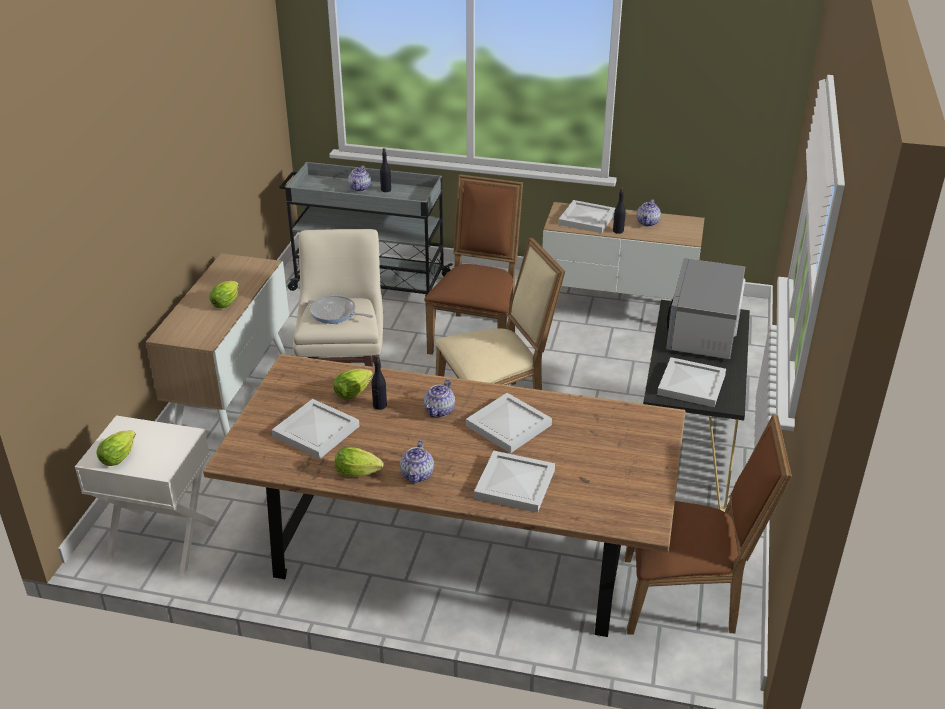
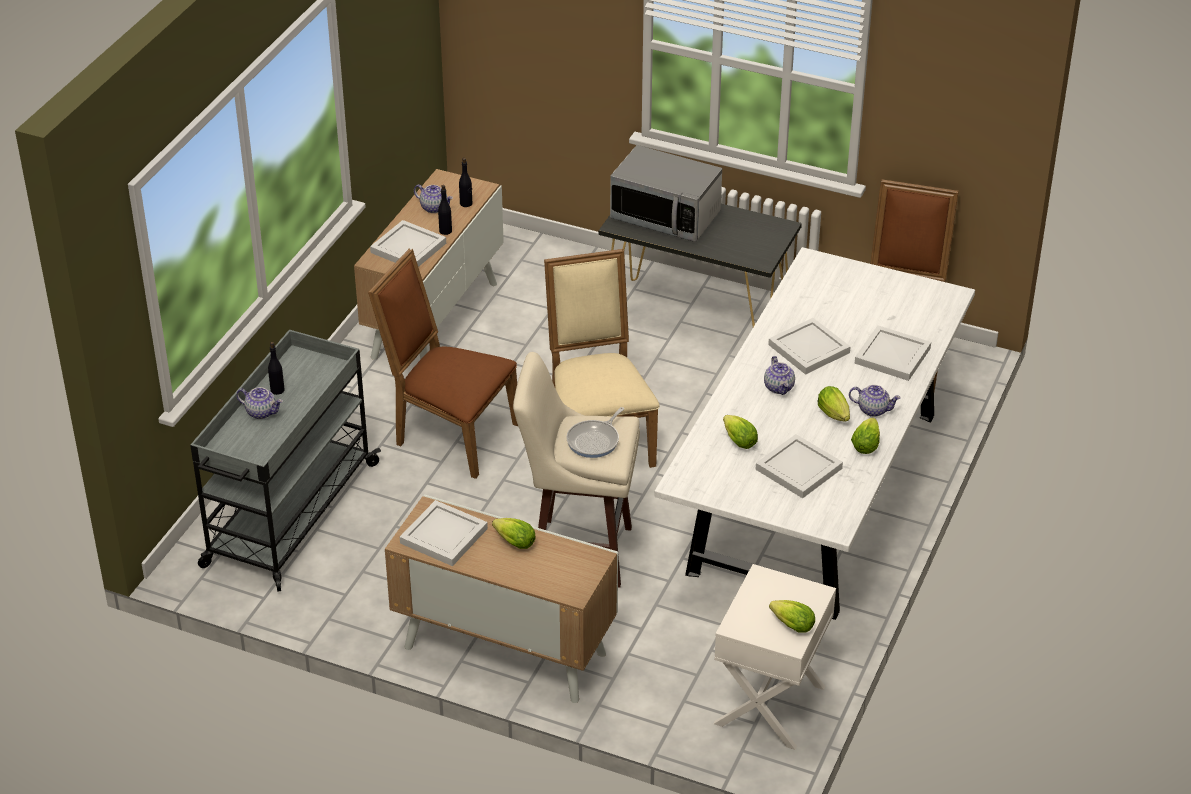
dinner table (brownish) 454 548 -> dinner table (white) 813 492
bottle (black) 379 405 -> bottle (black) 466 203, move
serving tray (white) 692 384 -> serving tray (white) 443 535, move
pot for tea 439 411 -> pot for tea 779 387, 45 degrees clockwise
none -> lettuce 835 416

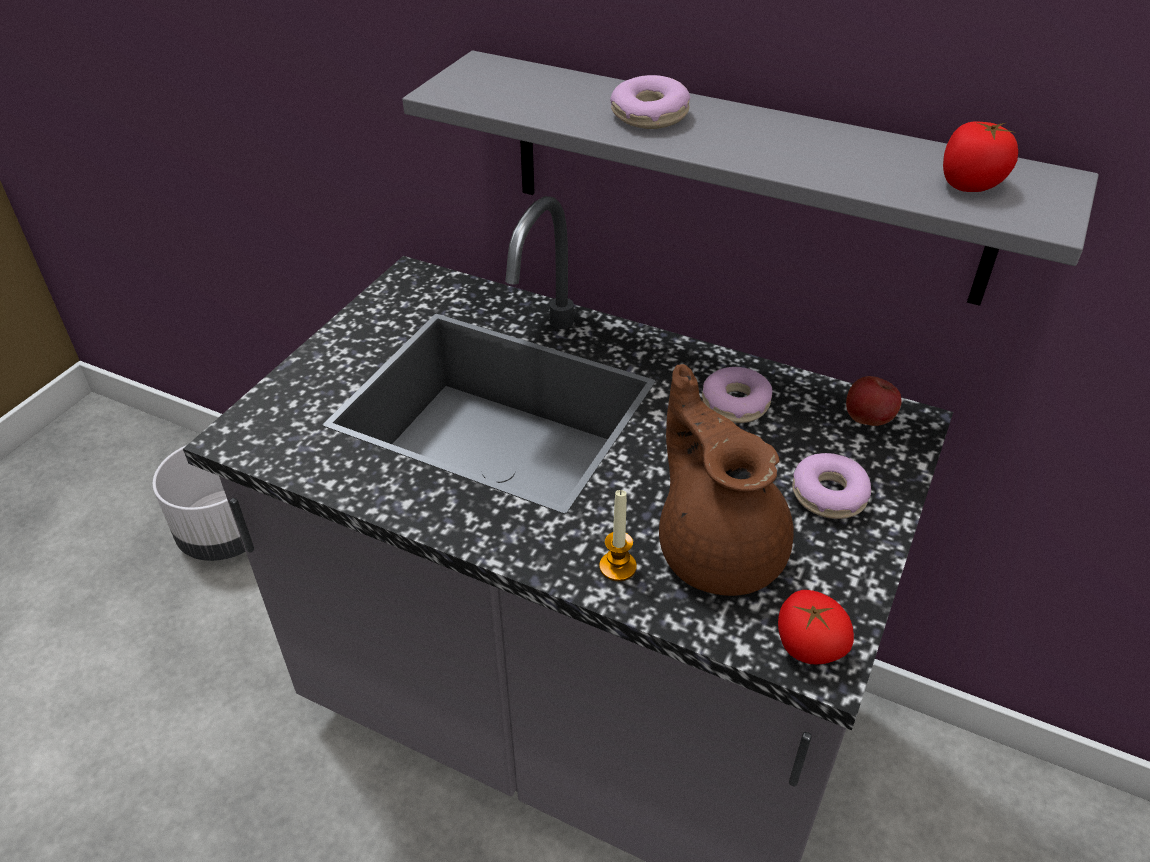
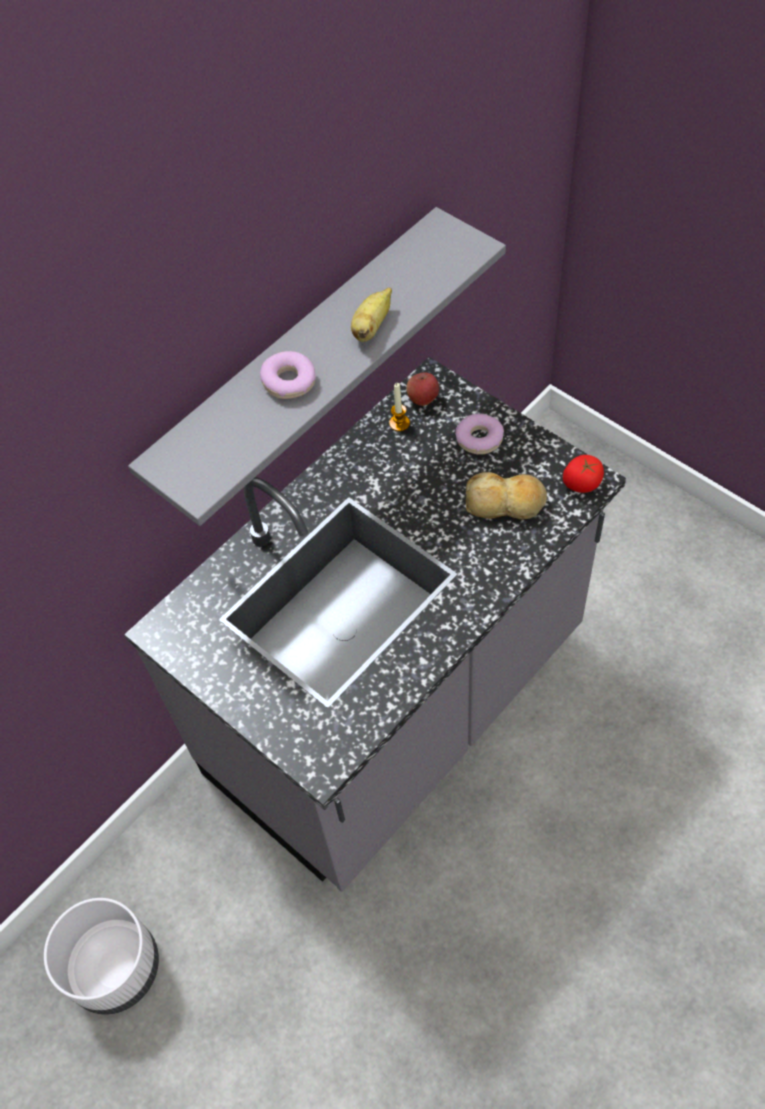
whole tomato 969 184 -> none
pot for tea (brownish) 718 548 -> baked bread 505 503
doughnut 736 403 -> none
candle 617 567 -> candle 399 423, move
none -> banana 372 326

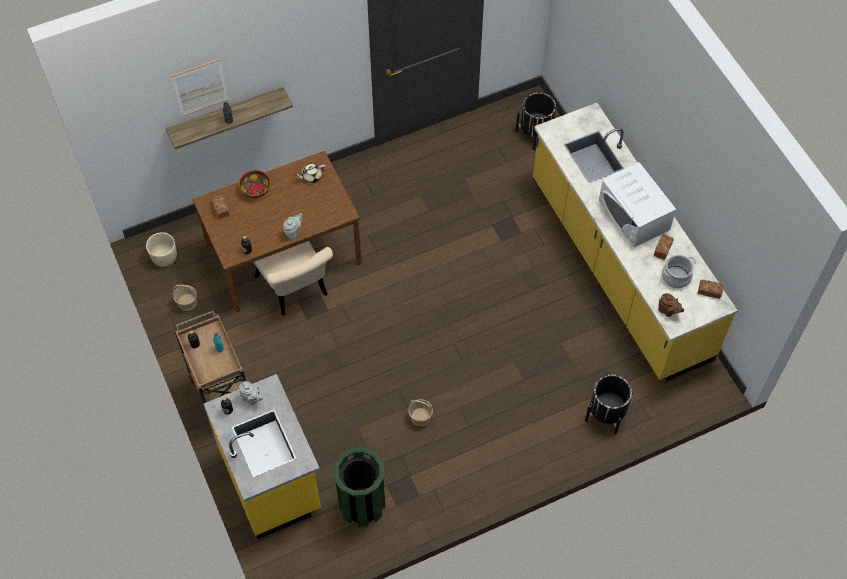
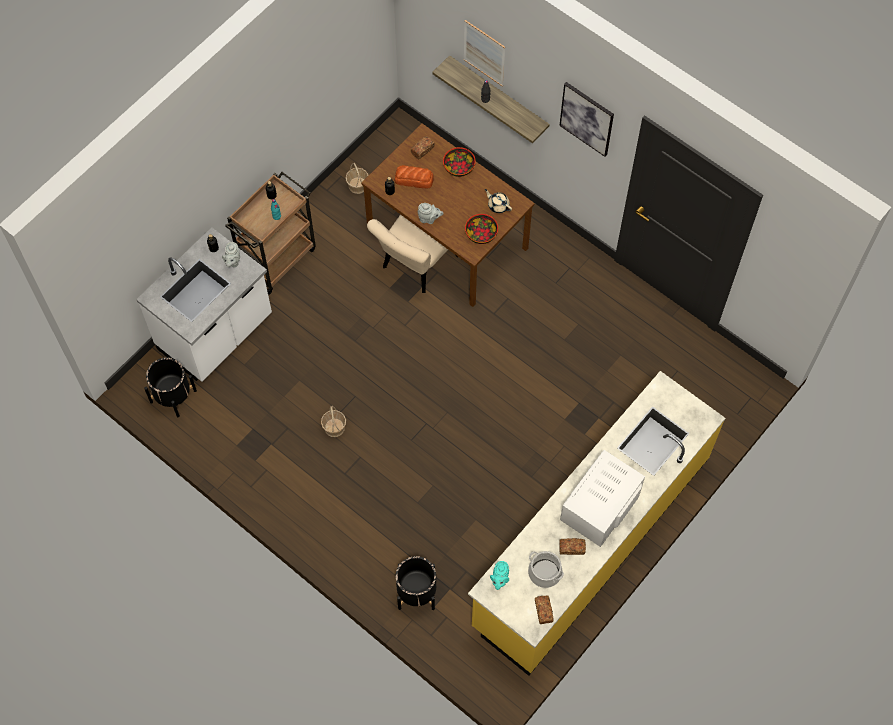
planter (black) 536 133 -> planter (black) 173 396, move
planter (sand-coloured) 164 257 -> none
pot for tea (brownish) 668 311 -> pot for tea (blue-green) 499 579
counter (yellow-coloured) 272 480 -> counter (white) 216 334
trash can (green) 362 504 -> none
none -> wall picture 587 118
none -> baked bread 414 179
none -> deep dish 481 234

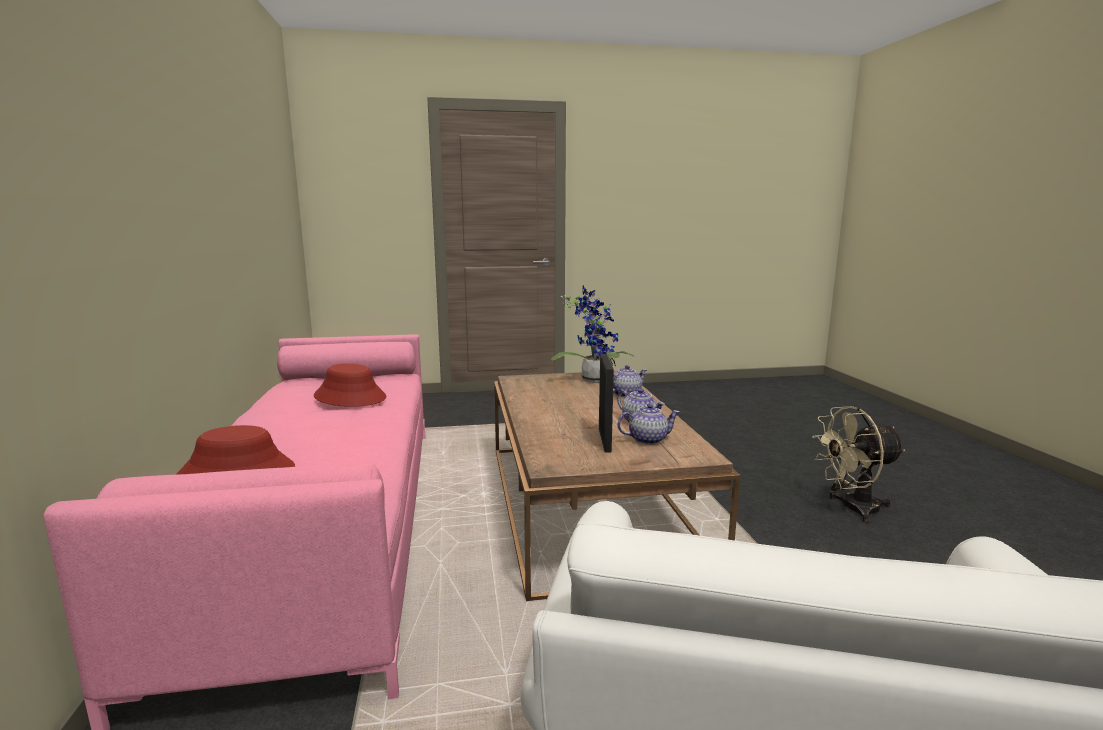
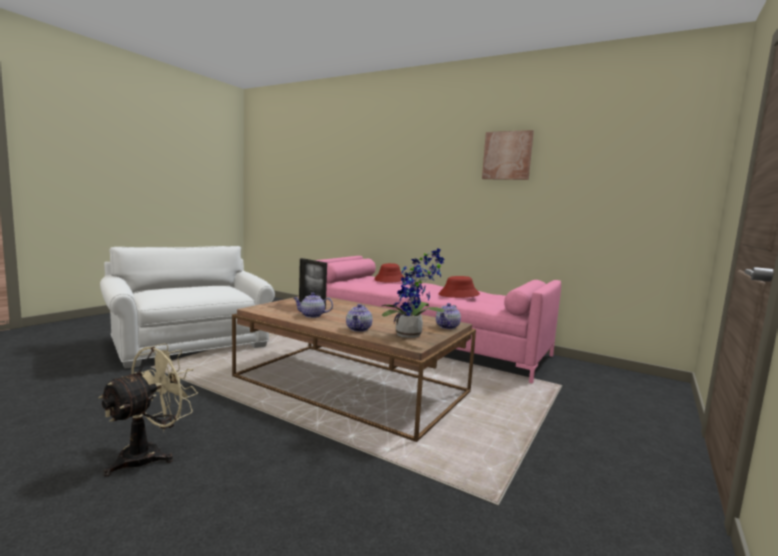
pot for tea 648 439 -> pot for tea 447 327, move
none -> wall picture 507 155

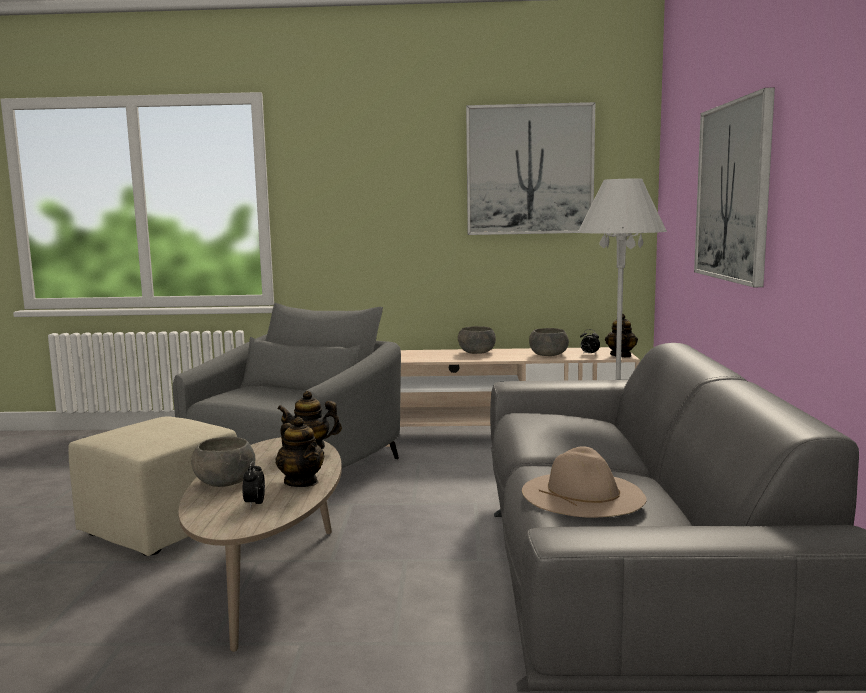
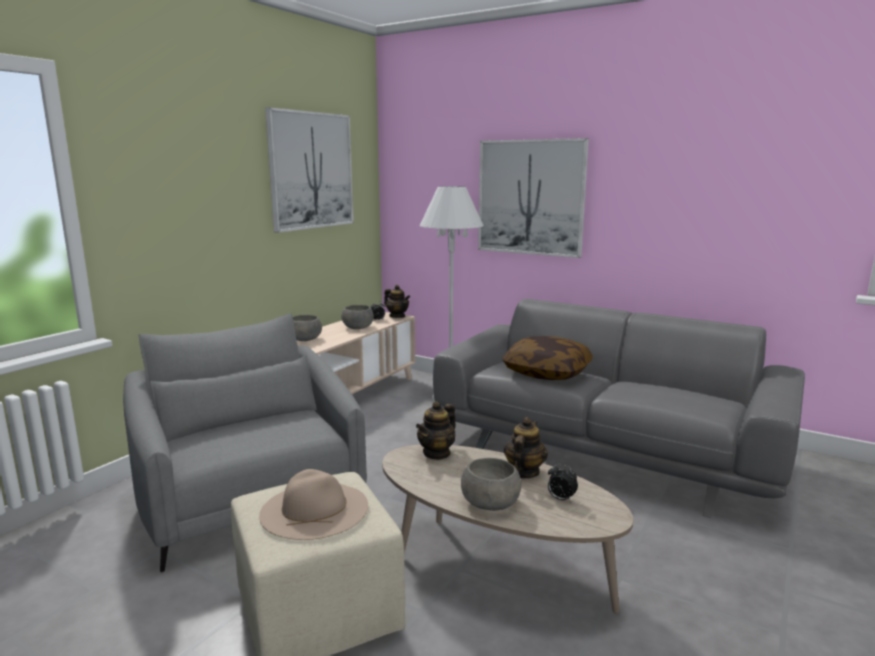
pot for tea 301 482 -> pot for tea 524 472, 60 degrees counterclockwise
clothing hat (sand-coloured) 583 494 -> clothing hat (sand-coloured) 314 509, move
none -> throw pillow 547 372

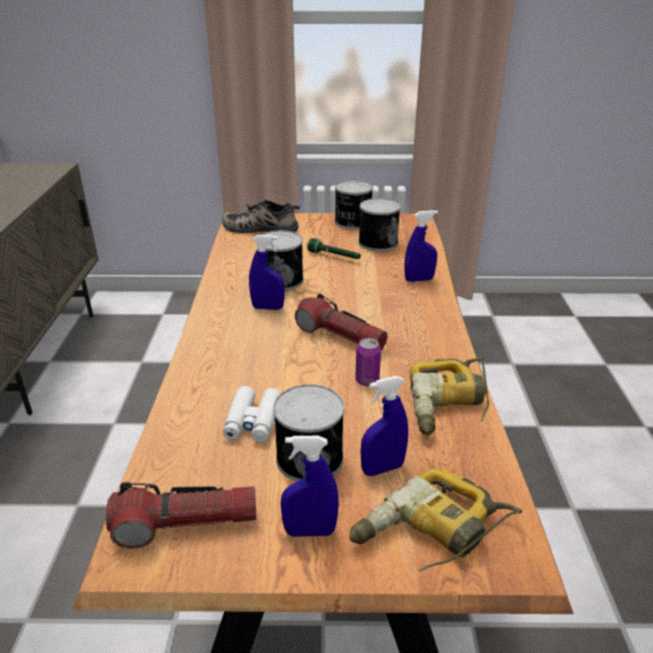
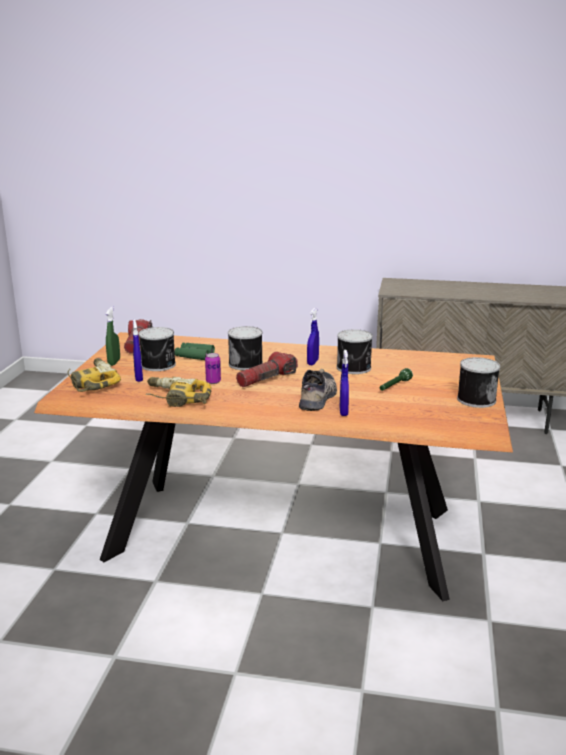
sealed can 377 242 -> sealed can 246 364, move
low shoe 262 228 -> low shoe 319 397, move
pair of binoculars (white) 253 421 -> pair of binoculars (green) 194 355
hand sprayer (bluish) 310 531 -> hand sprayer (green) 114 362

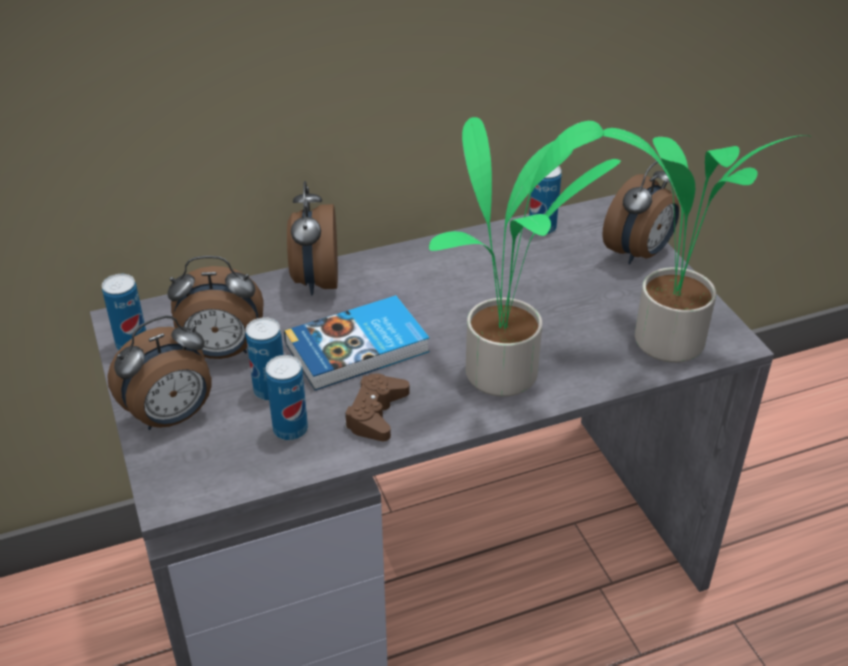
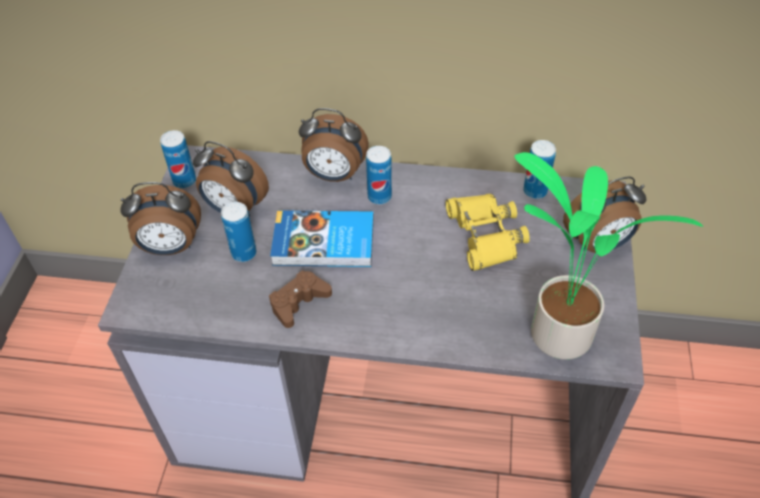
potted plant 506 376 -> none
table clock 315 281 -> table clock 334 175, 105 degrees counterclockwise
sealed can 290 429 -> sealed can 379 197, move
none -> pair of binoculars (yellow-coloured) 485 235

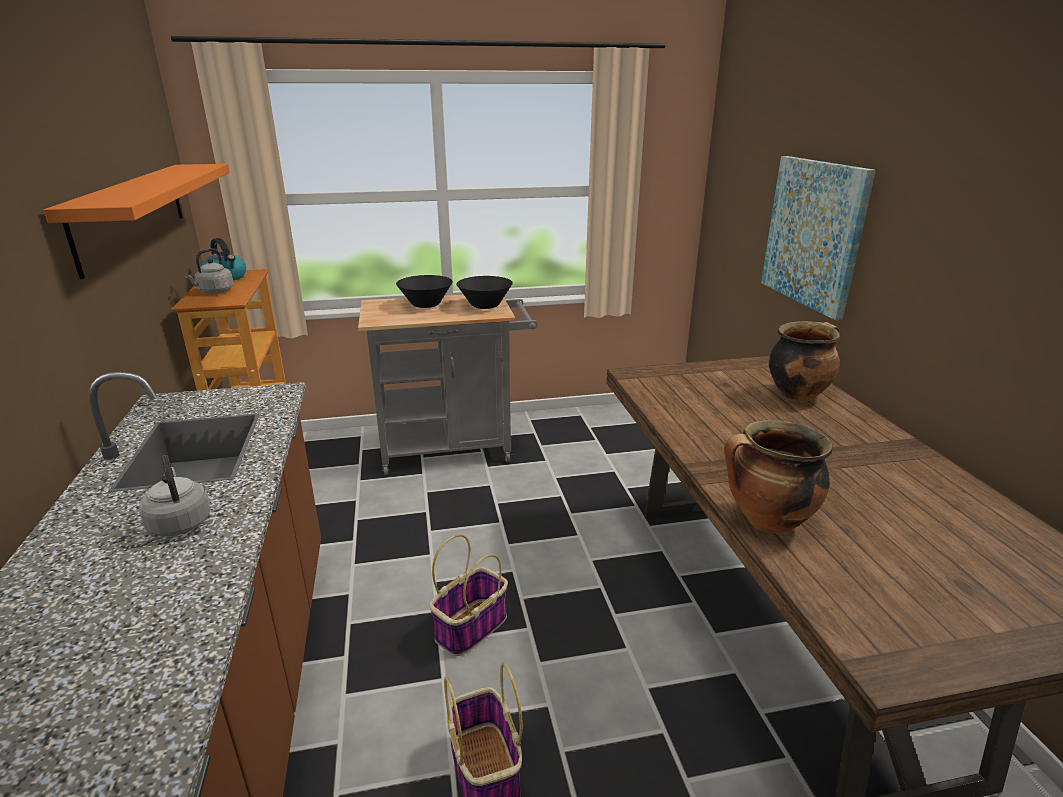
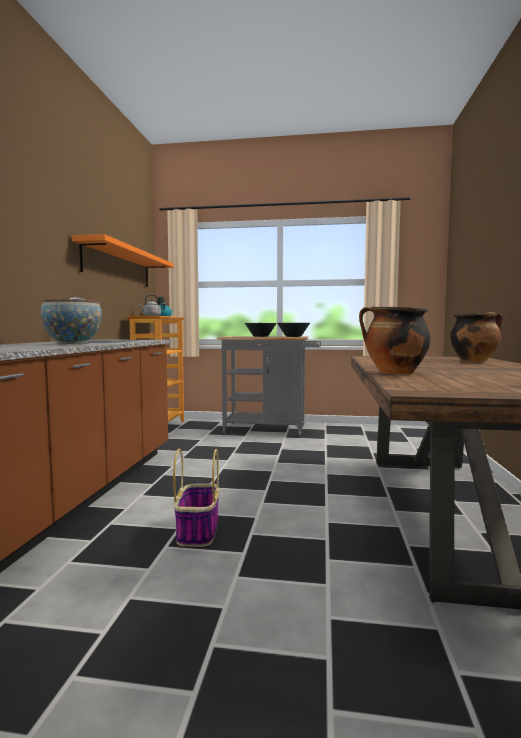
wall picture 814 234 -> none
water kettle (greyish) 180 522 -> deep dish 73 344
basket 471 626 -> none

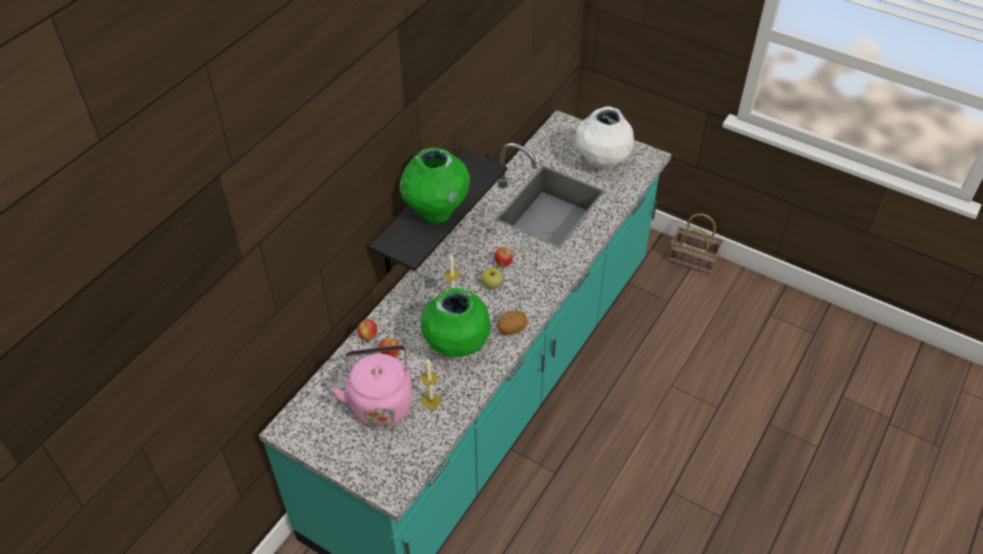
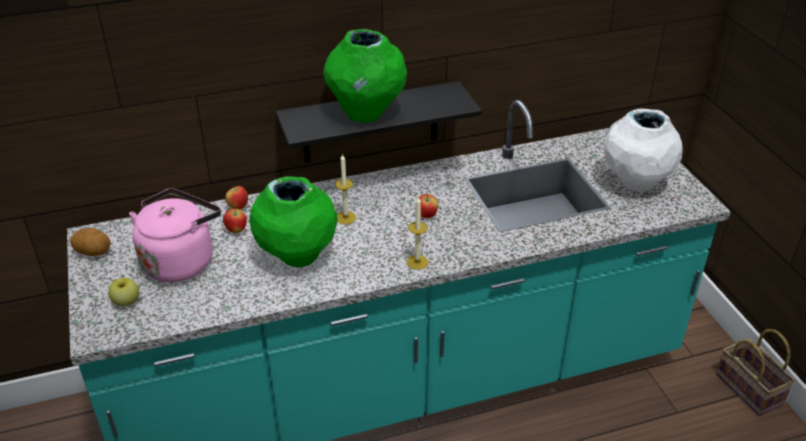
apple 492 285 -> apple 126 302, move
whole potato 511 329 -> whole potato 93 252, move
candle 431 400 -> candle 417 262, move

